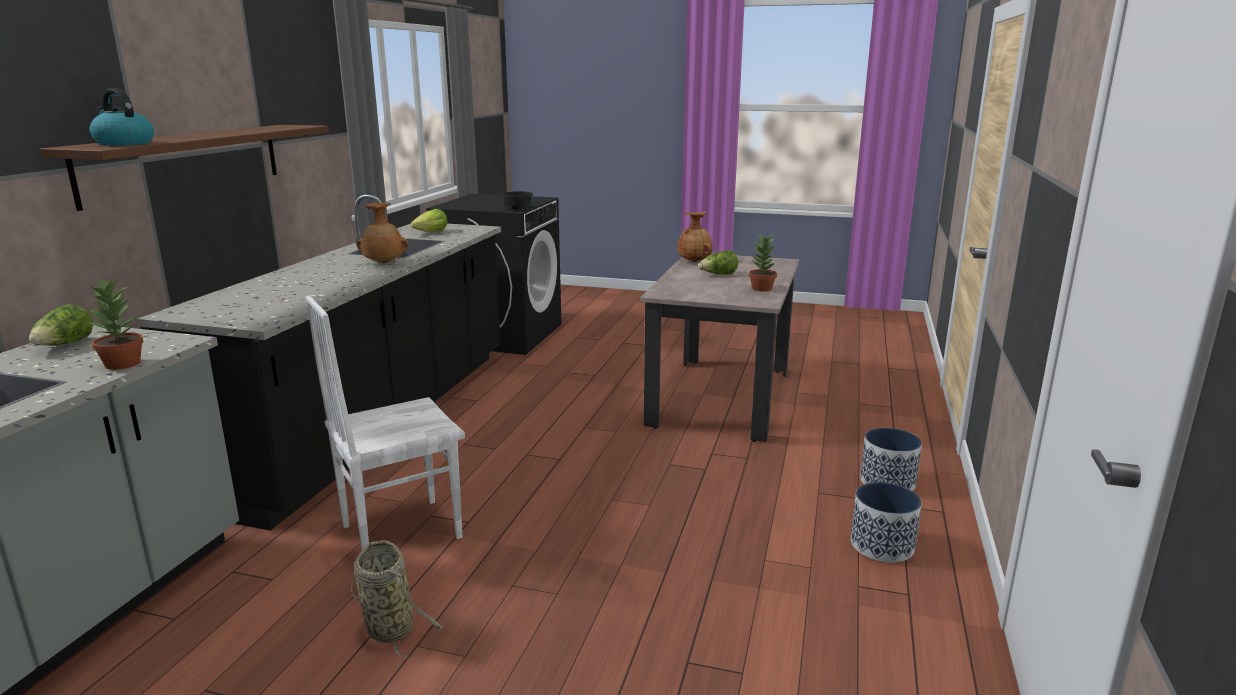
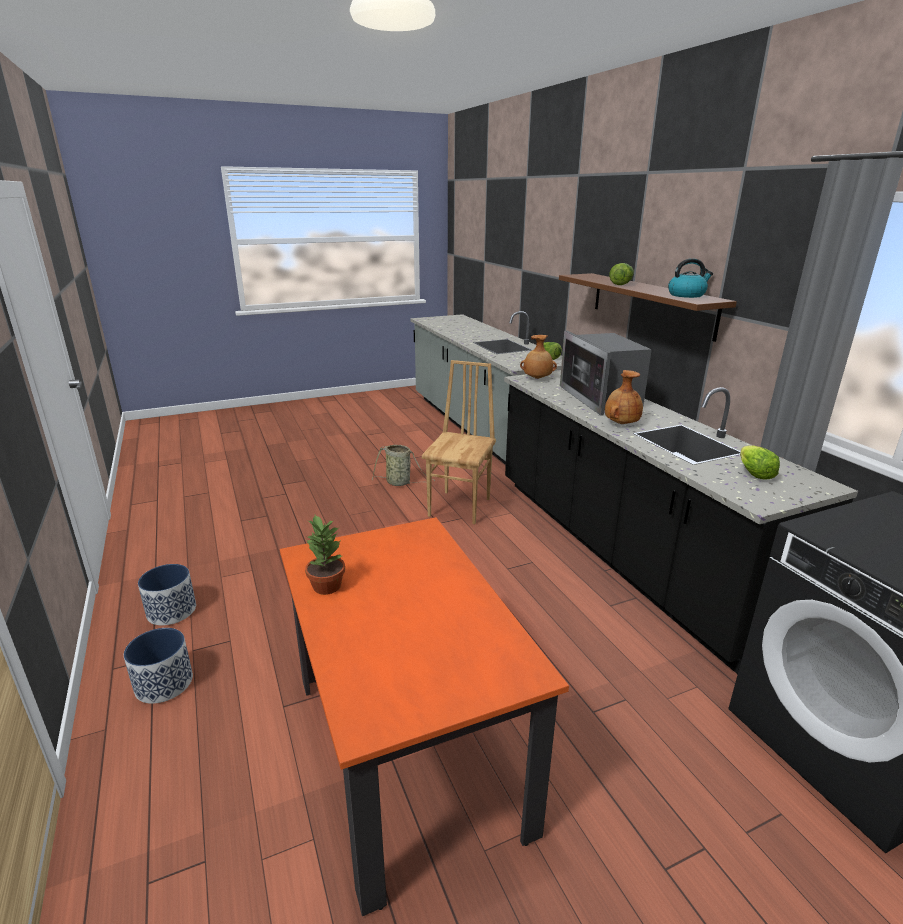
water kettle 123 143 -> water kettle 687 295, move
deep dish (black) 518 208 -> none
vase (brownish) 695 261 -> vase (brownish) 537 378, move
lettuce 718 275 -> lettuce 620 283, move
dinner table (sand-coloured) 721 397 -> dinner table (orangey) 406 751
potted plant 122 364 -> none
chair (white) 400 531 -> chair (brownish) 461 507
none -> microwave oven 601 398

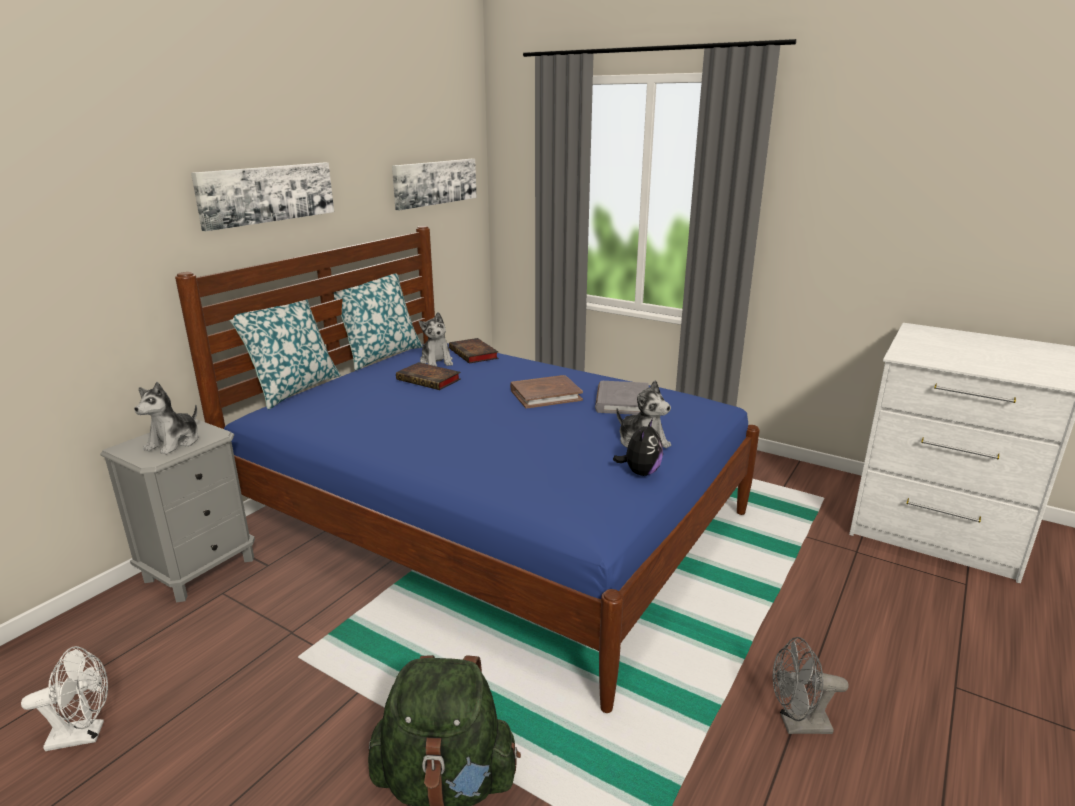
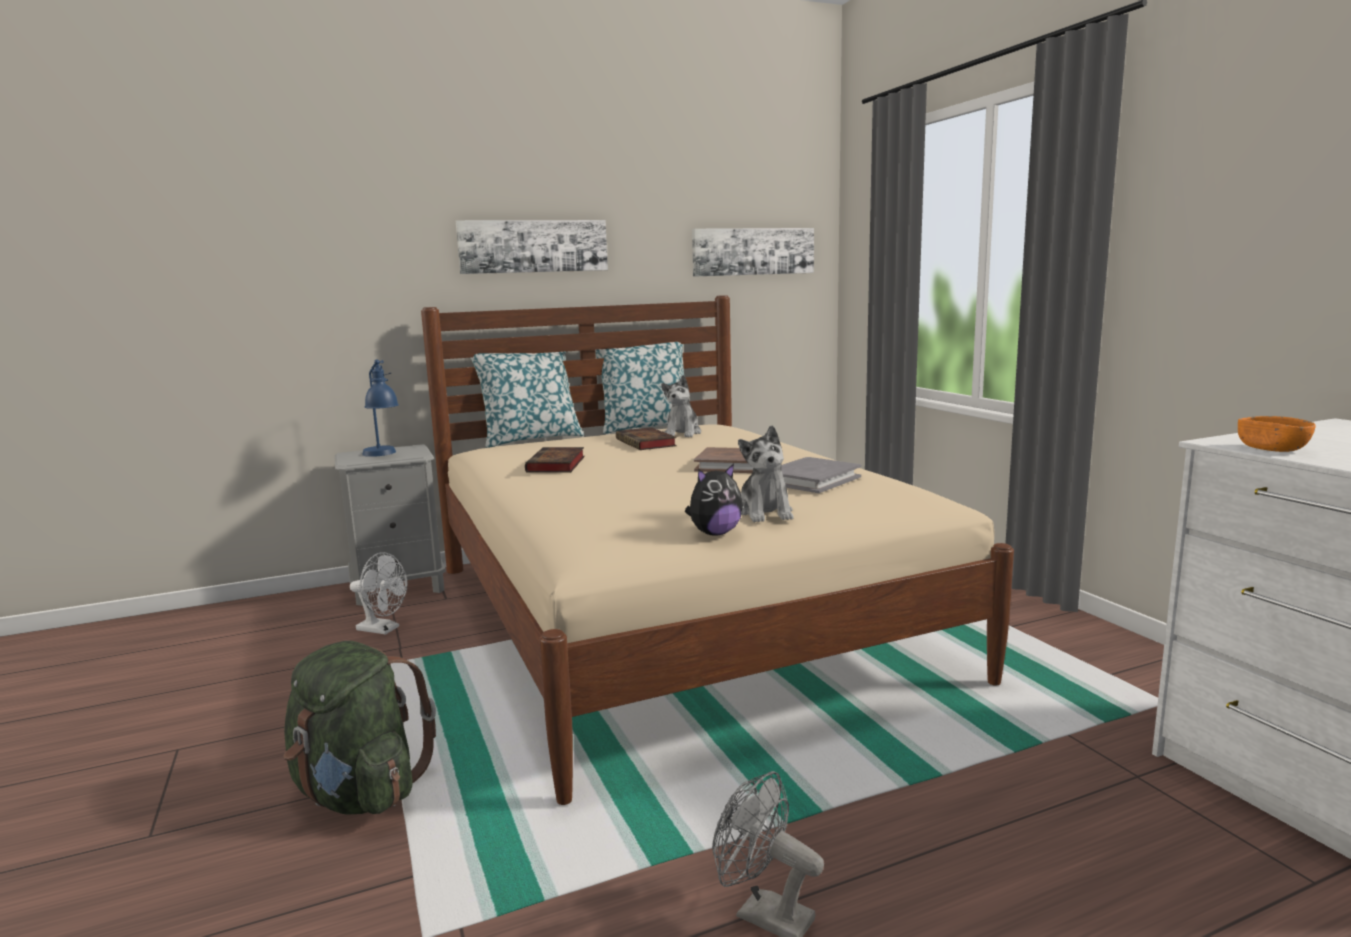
bed (bluish) 494 523 -> bed (sand-coloured) 673 617
book 474 354 -> book 556 465, move
cuddly toy 174 442 -> lamp for a table (bluish) 384 455
fan (white) 84 734 -> fan (white) 383 629, move
none -> deep dish (orangey) 1272 449

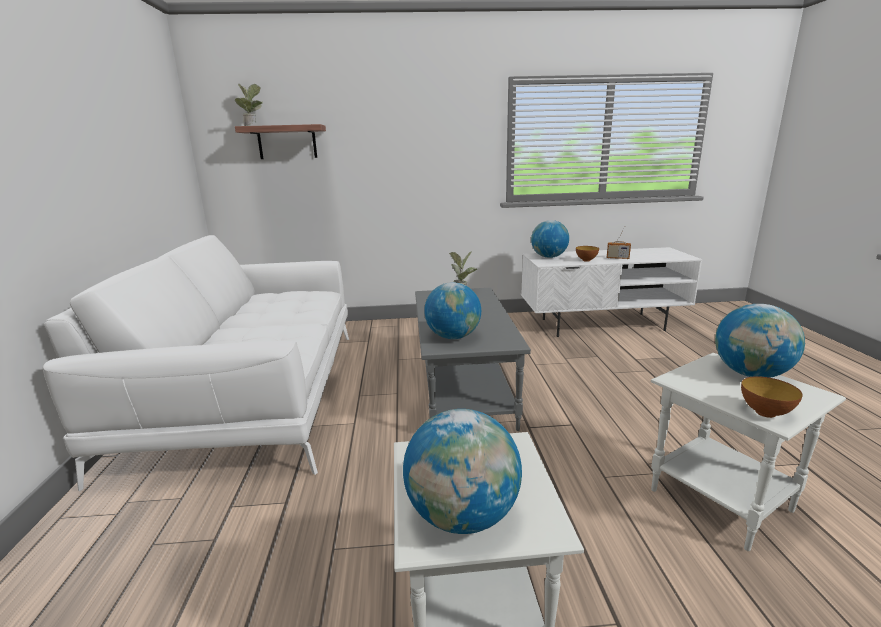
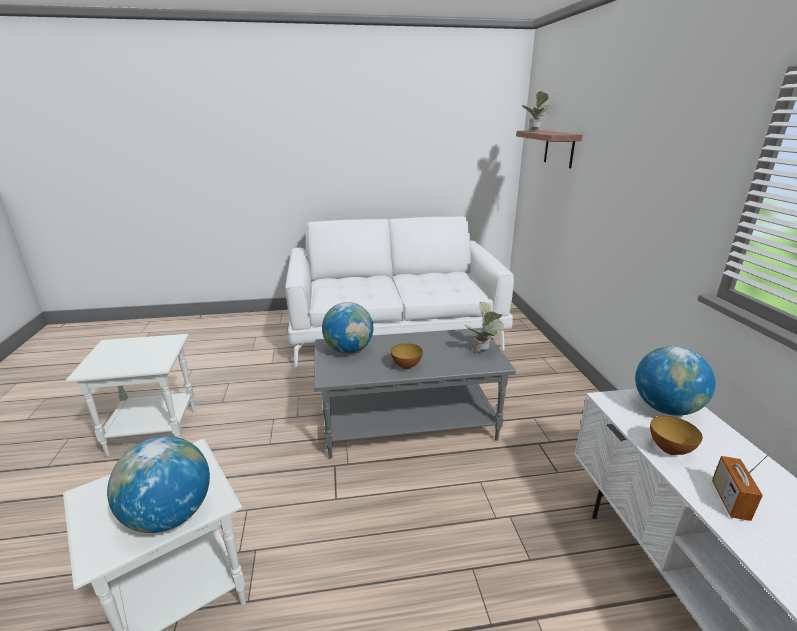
deep dish 765 413 -> deep dish 406 366, move
globe 462 516 -> none

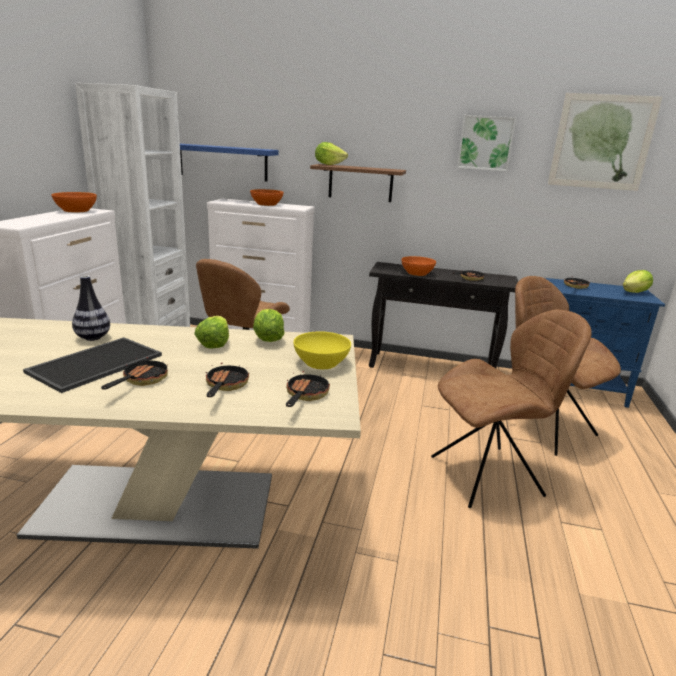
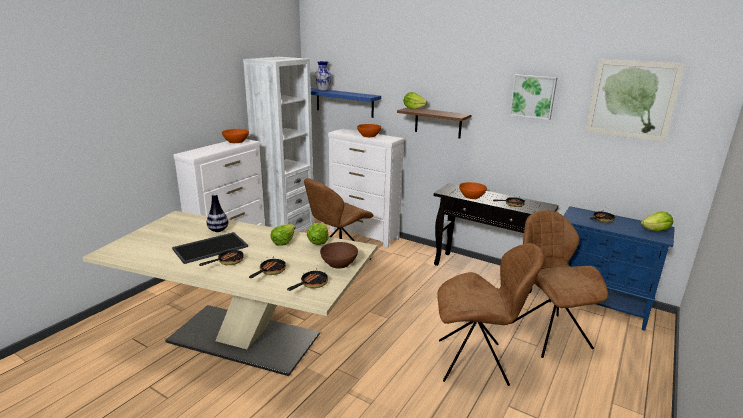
deep dish (yellow-coloured) 321 362 -> deep dish (brownish) 339 263
none -> vase 322 90

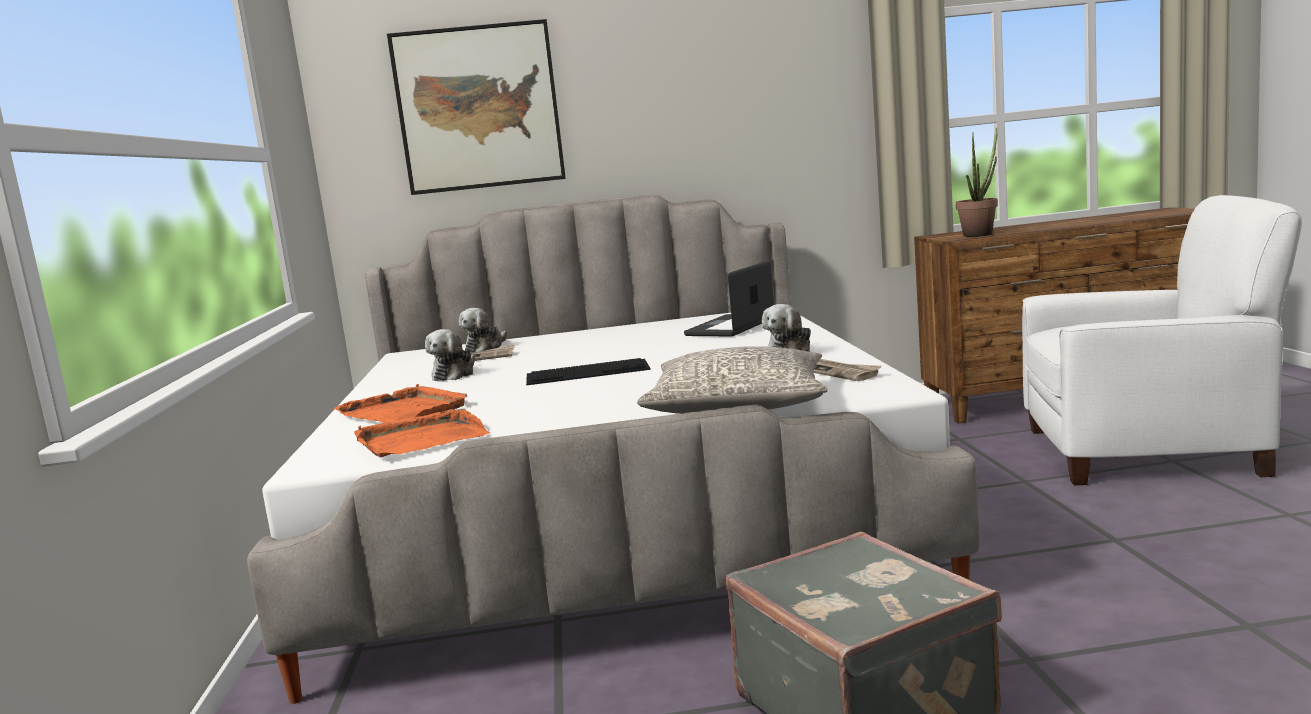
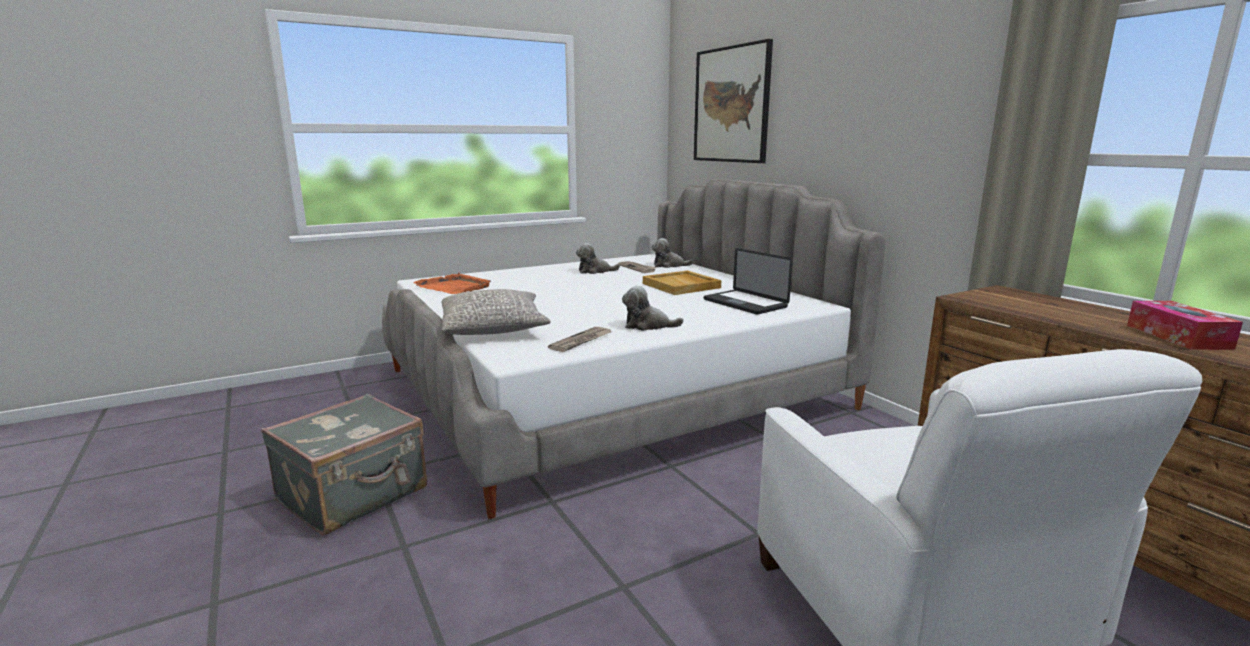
potted plant 981 234 -> none
portable computer 730 327 -> portable computer 745 303, 135 degrees counterclockwise
computer keyboard 588 372 -> none
serving tray (orangey) 405 411 -> none
none -> serving tray (sand-coloured) 682 286
none -> tissue holder 1177 336

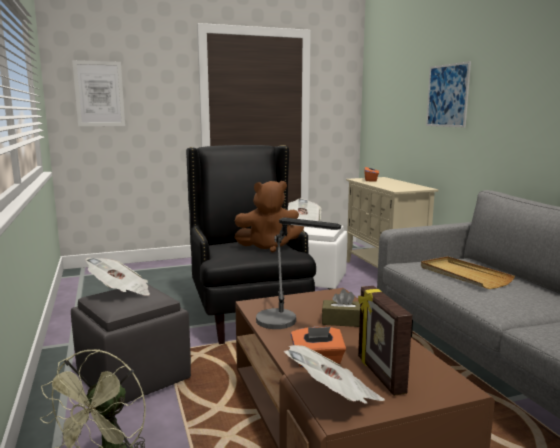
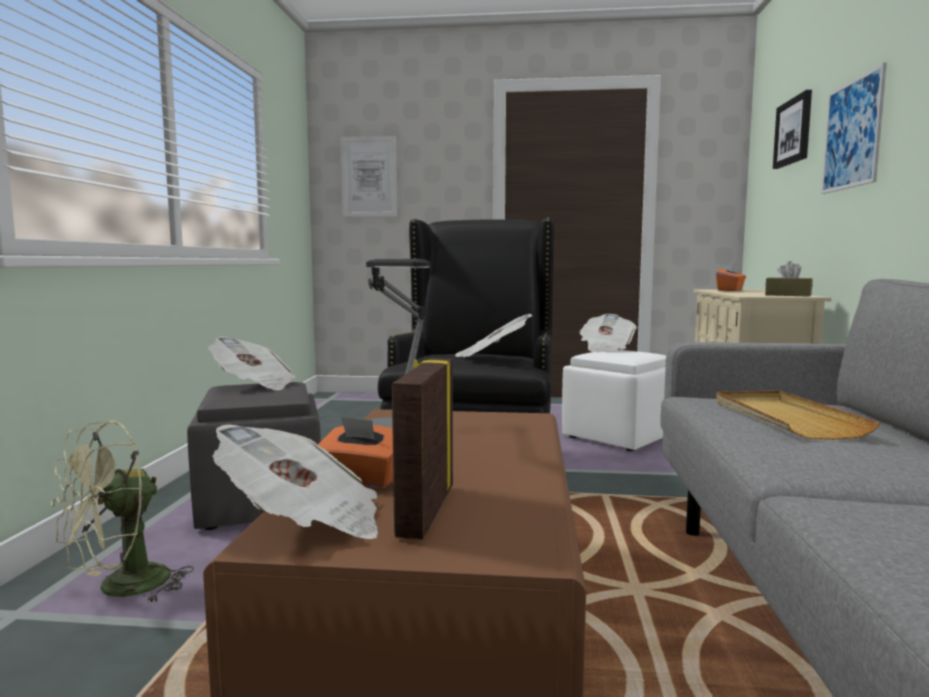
cuddly toy (brownish) 269 246 -> daily paper 492 357
tissue holder (brownish) 342 321 -> tissue holder (brownish) 788 295, move
none -> wall picture 793 131

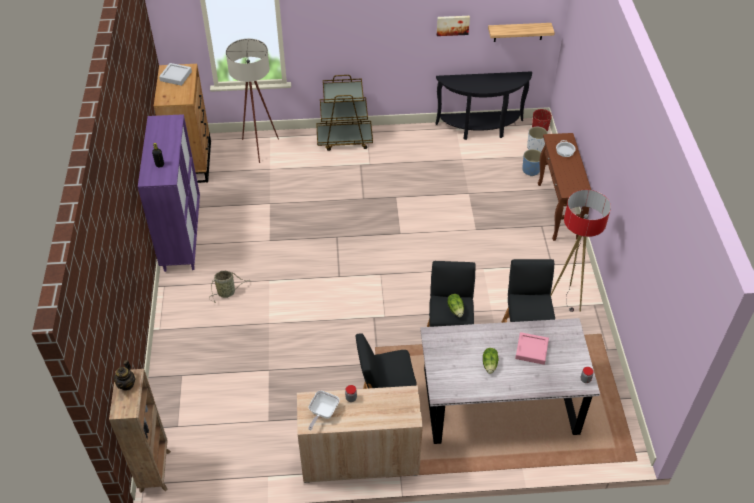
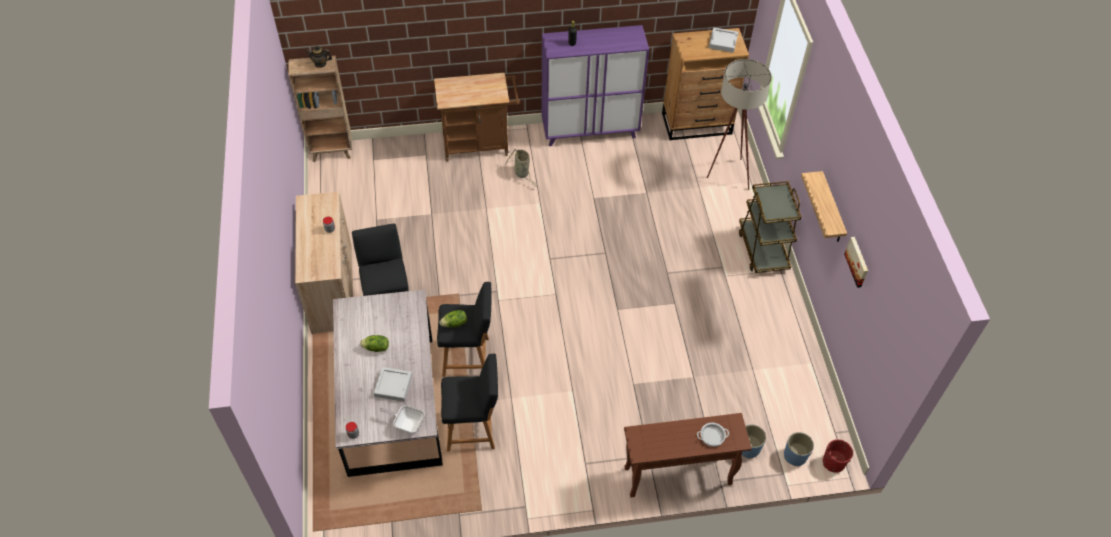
bracket shelf 518 32 -> bracket shelf 831 209, move
narrow table (black) 480 129 -> none
planter (white) 535 147 -> planter (bluish) 795 456
standing lamp 565 299 -> none
serving tray (pink-coloured) 531 350 -> serving tray (greyish) 393 386
frying pan 322 413 -> frying pan 407 423, move
none -> wheeled cart (brownish) 480 144

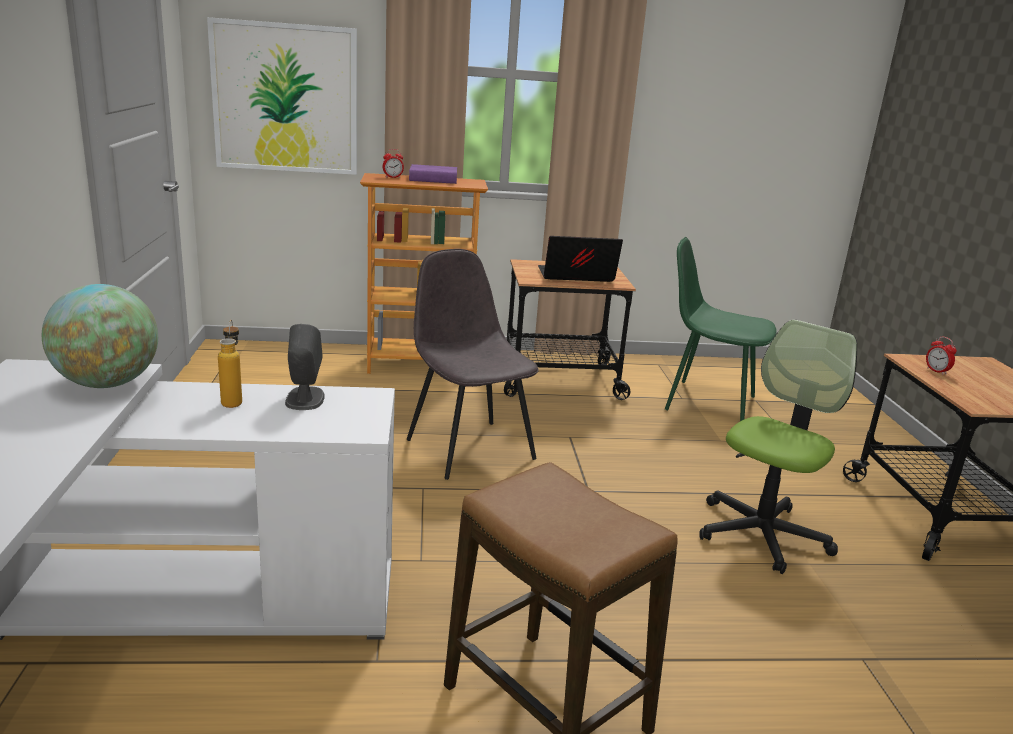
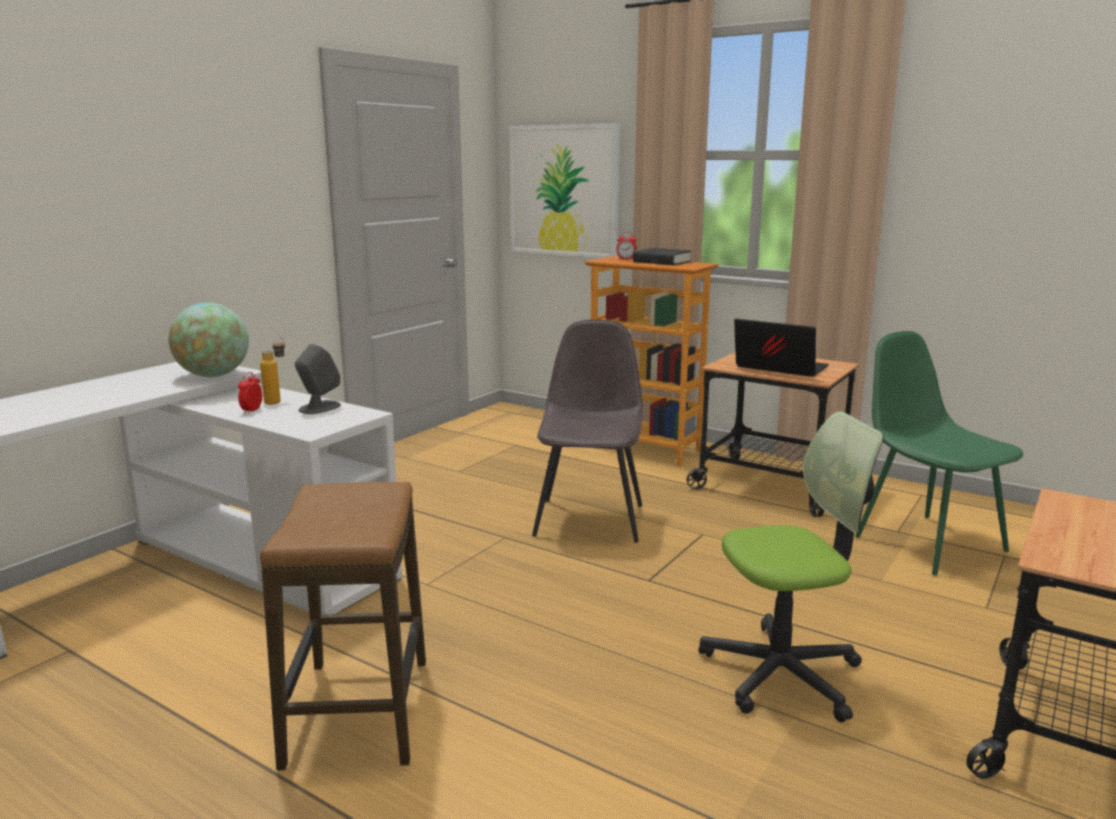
book (purple-coloured) 433 179 -> book (black) 661 262
table clock 936 371 -> table clock 252 410, move

